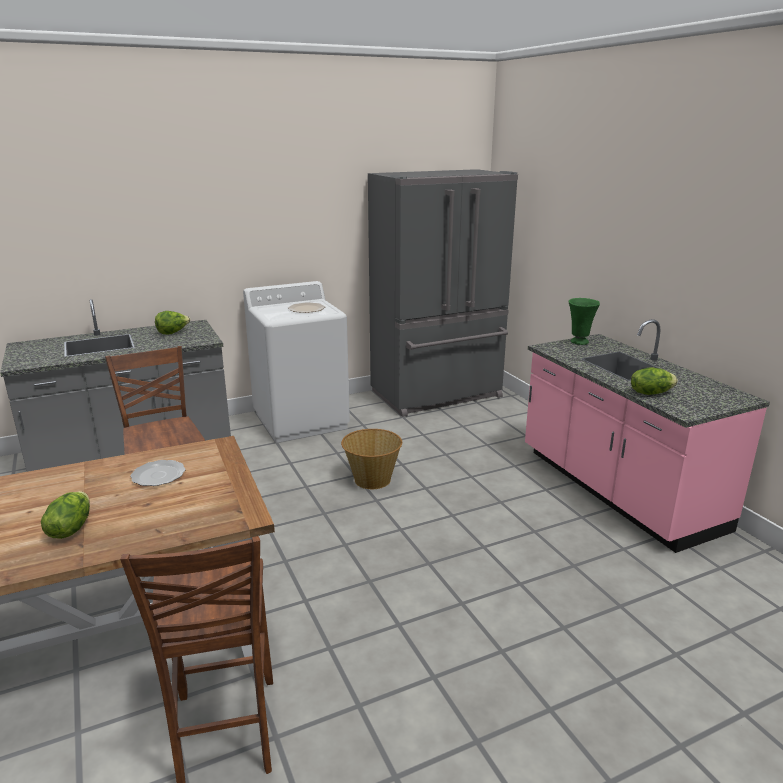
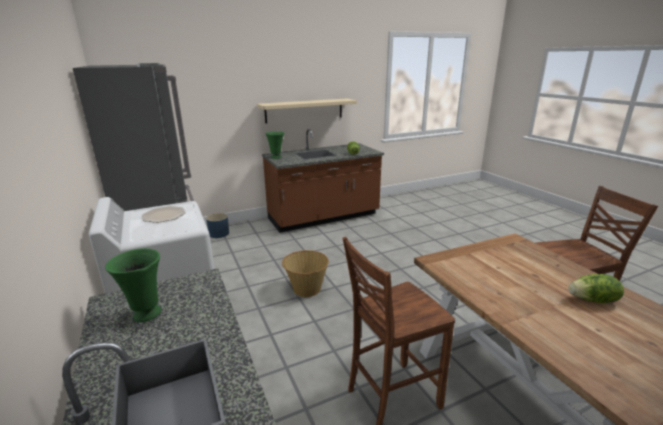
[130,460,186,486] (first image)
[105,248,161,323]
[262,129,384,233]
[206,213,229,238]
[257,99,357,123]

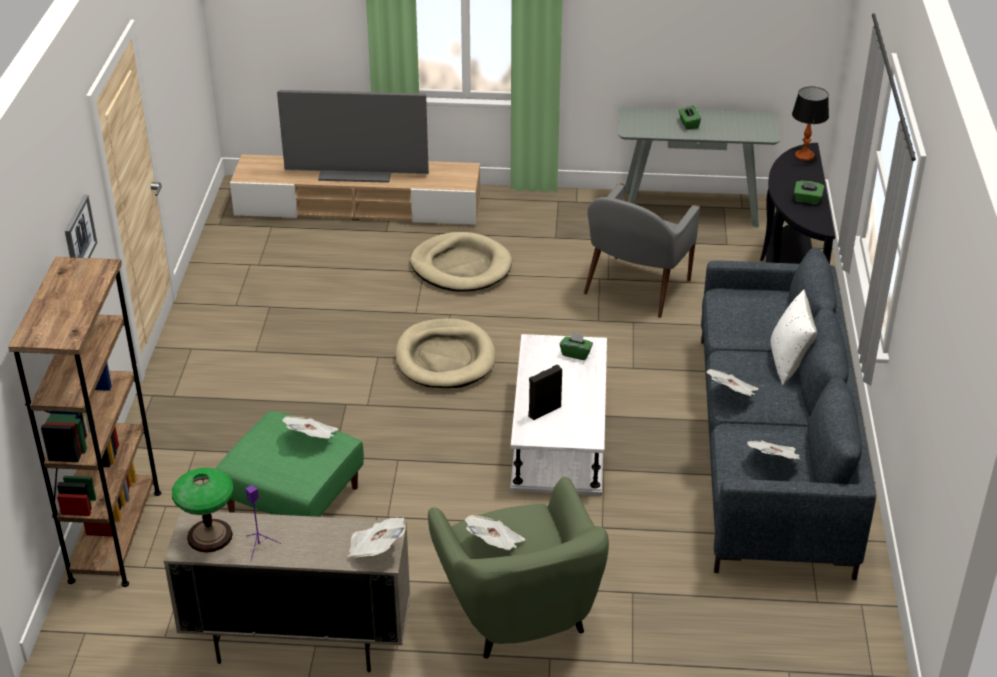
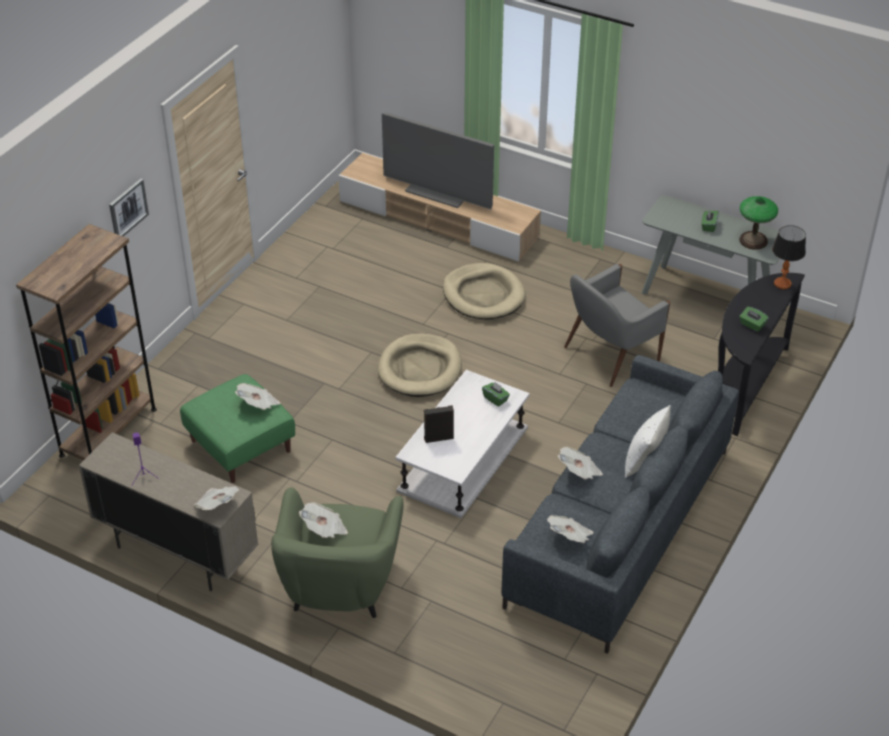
[739,196,778,250]

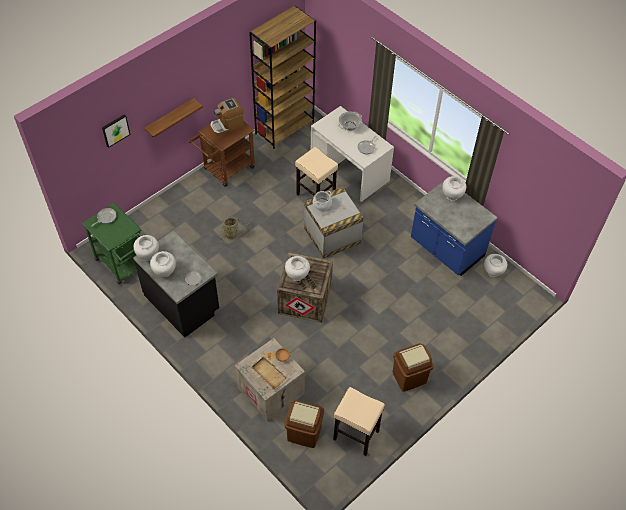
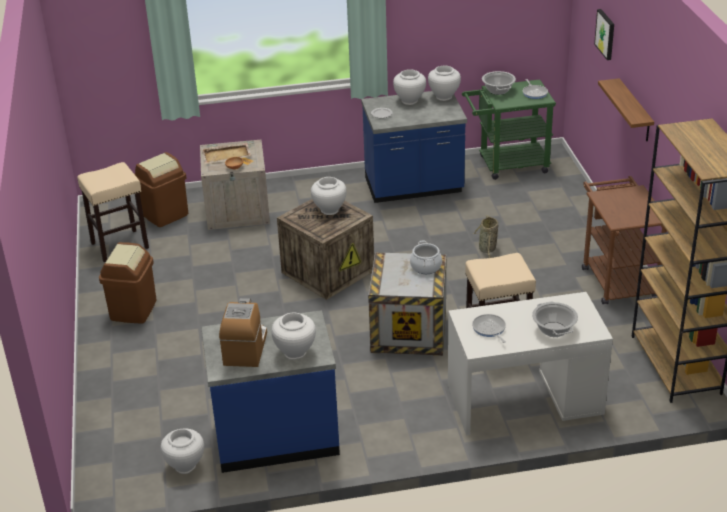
[361,91,467,203]
[219,298,267,367]
[482,71,516,95]

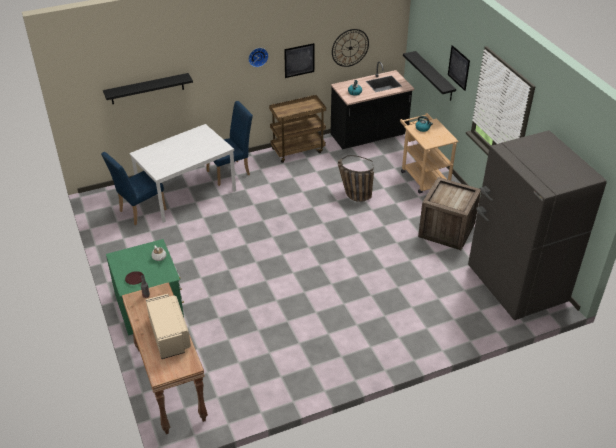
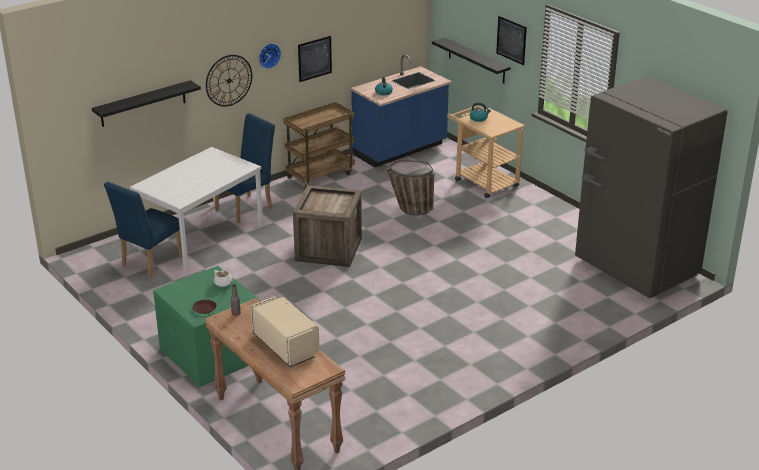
[351,55,452,168]
[206,55,252,107]
[293,185,362,267]

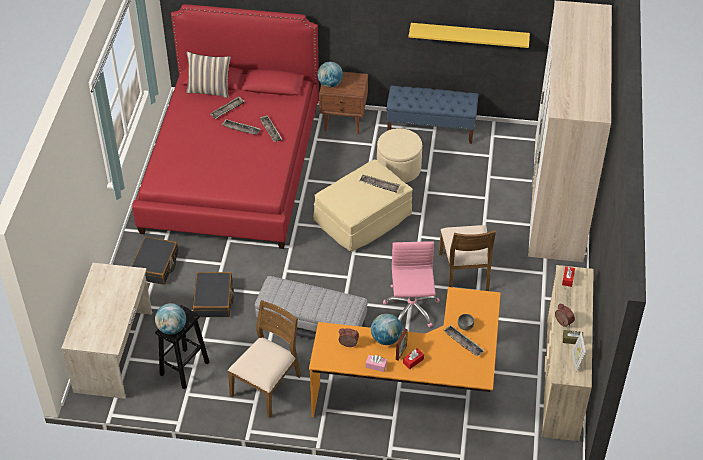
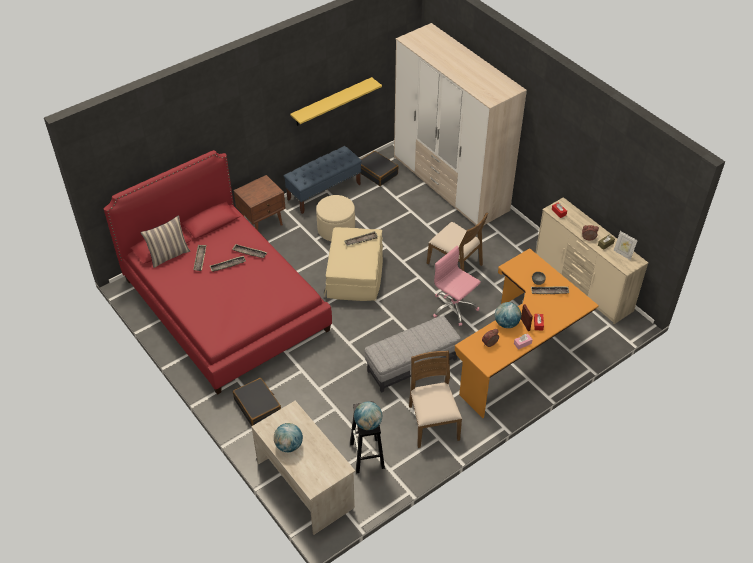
[360,151,399,186]
[274,423,303,452]

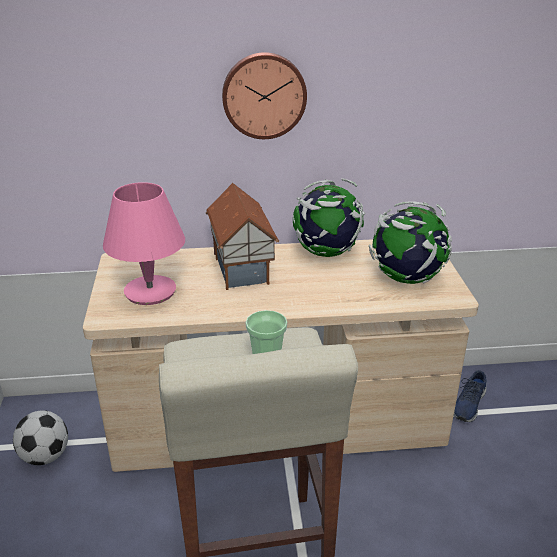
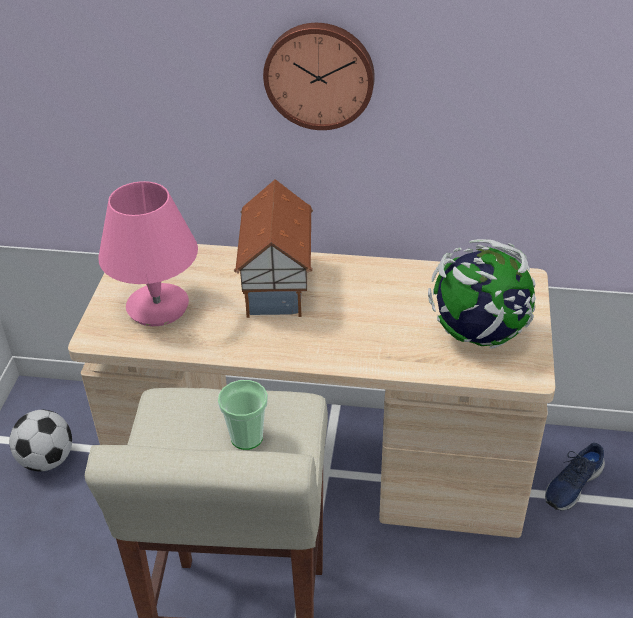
[293,178,365,257] (first image)

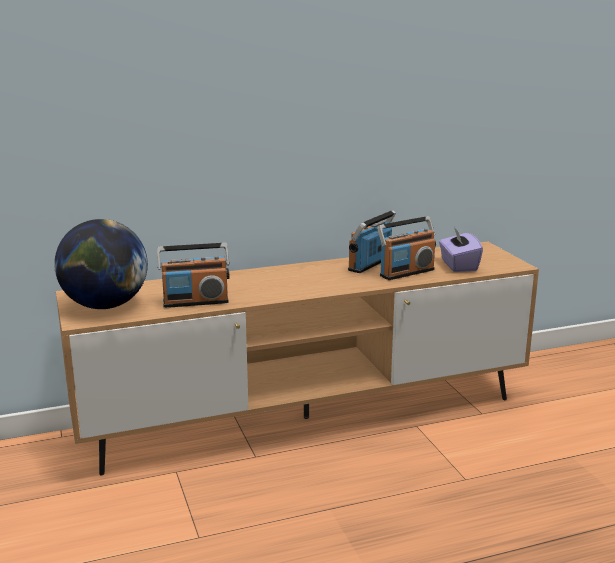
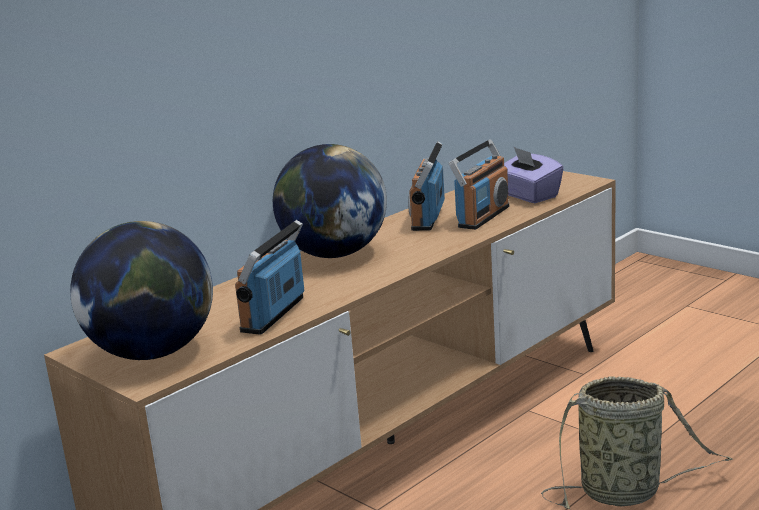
[235,220,304,334]
[273,144,387,258]
[541,376,733,509]

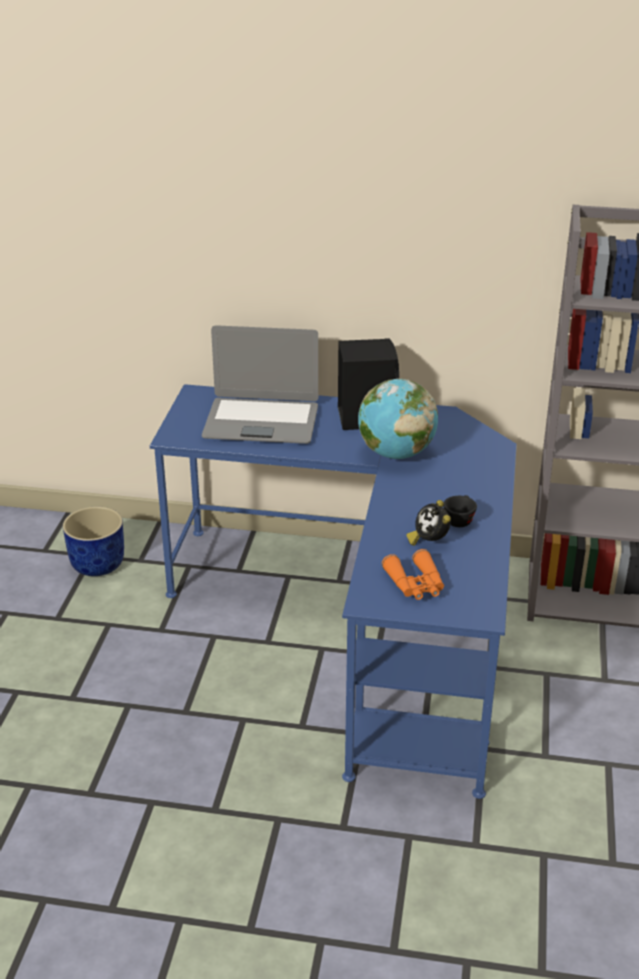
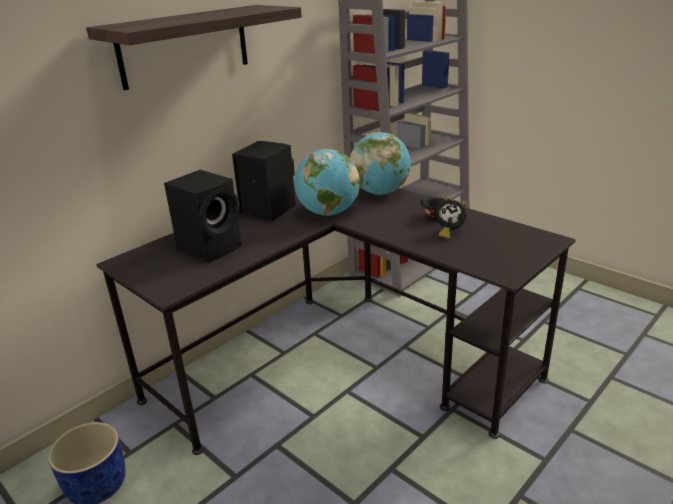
[96,187,576,455]
[164,170,241,263]
[382,549,444,600] (first image)
[86,5,302,91]
[350,132,411,195]

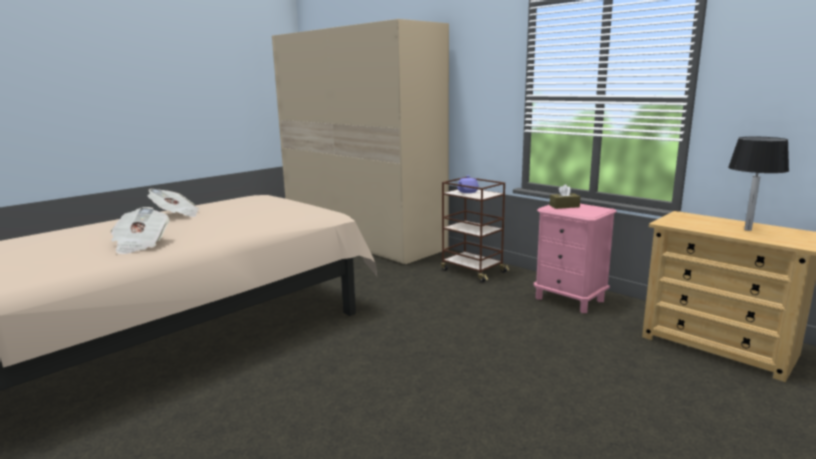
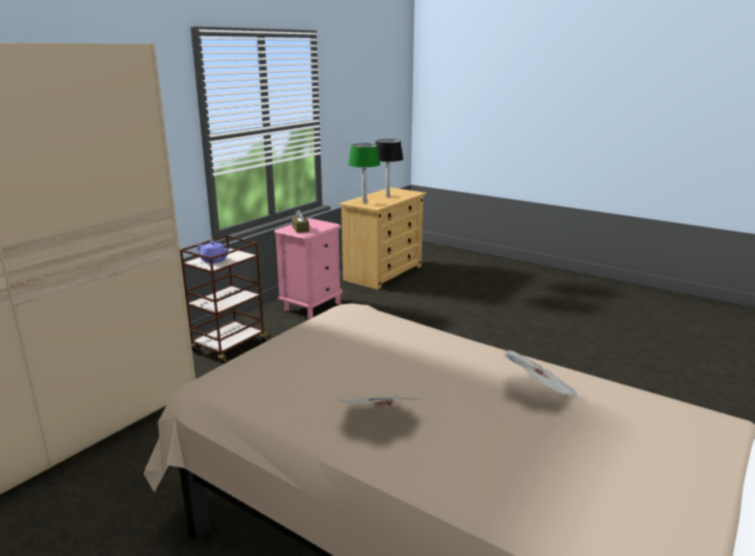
[348,143,380,204]

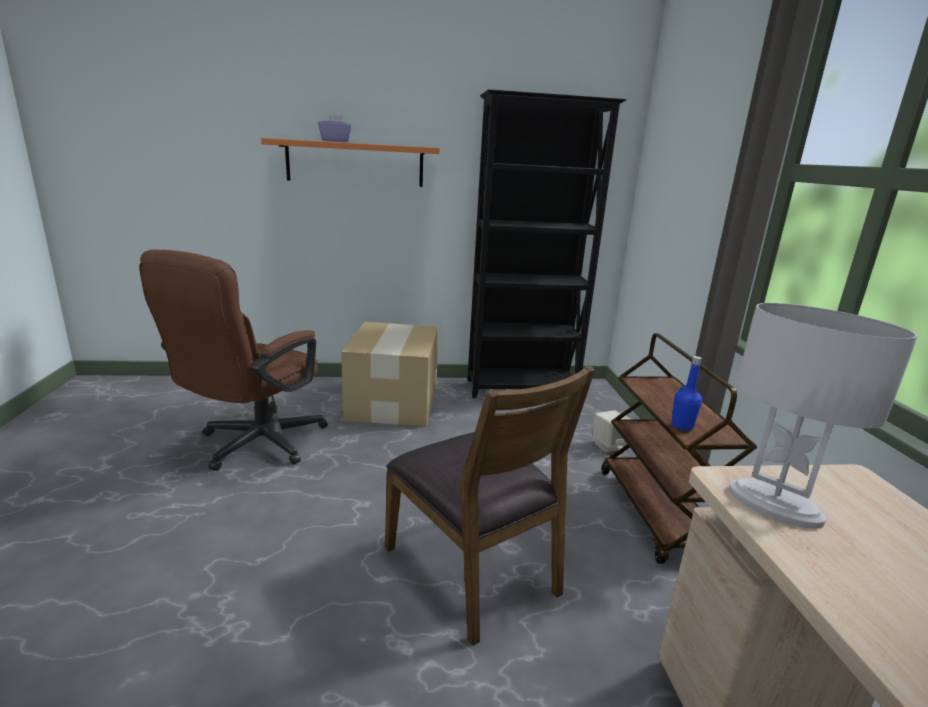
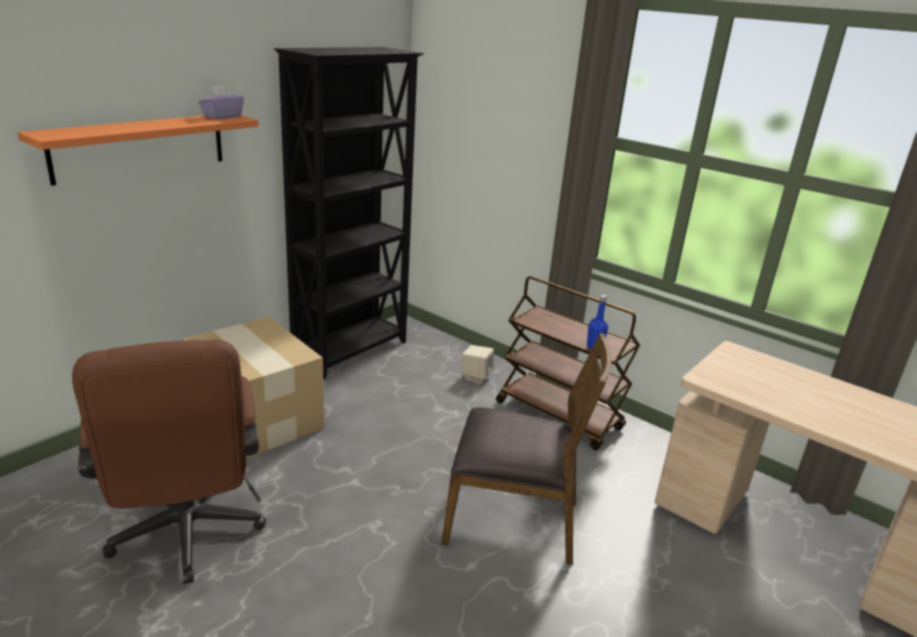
[199,85,244,119]
[729,303,917,529] (first image)

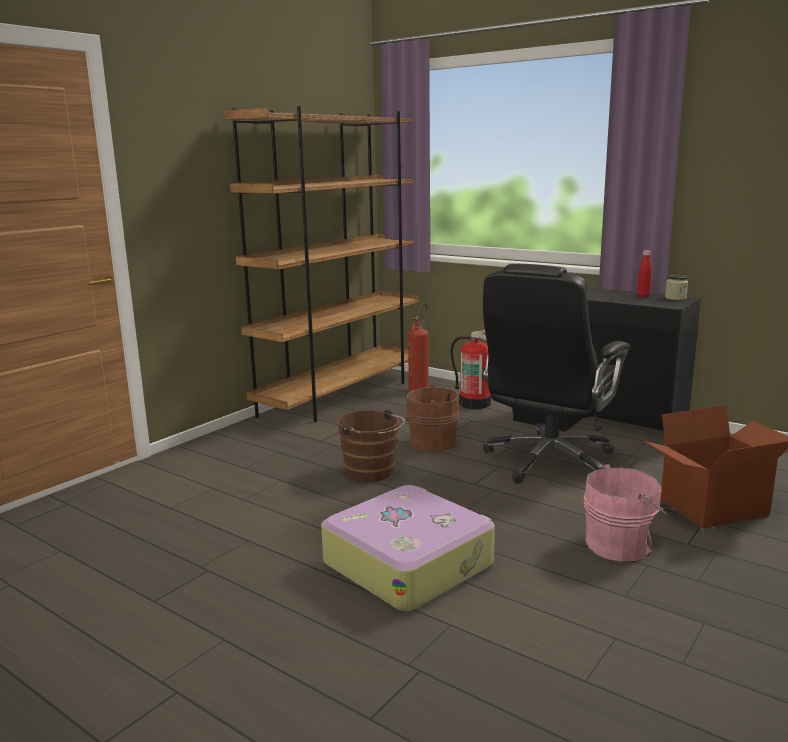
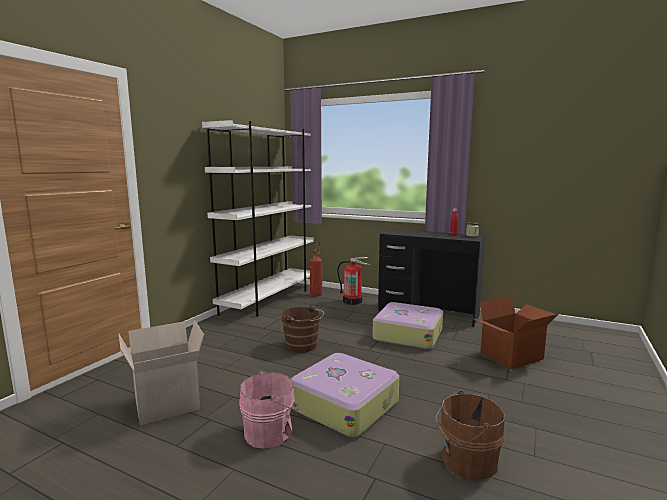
[202,120,314,317]
[435,391,505,480]
[372,302,443,349]
[239,370,298,449]
[118,320,204,425]

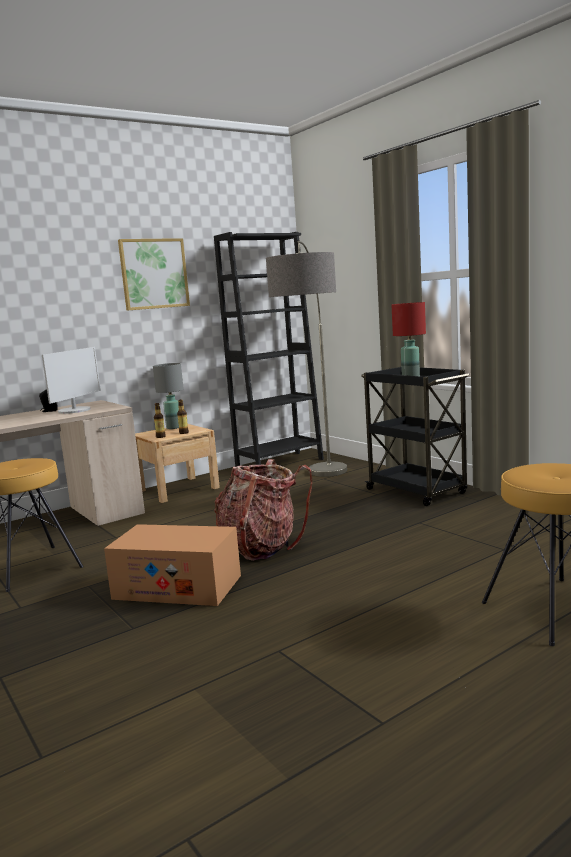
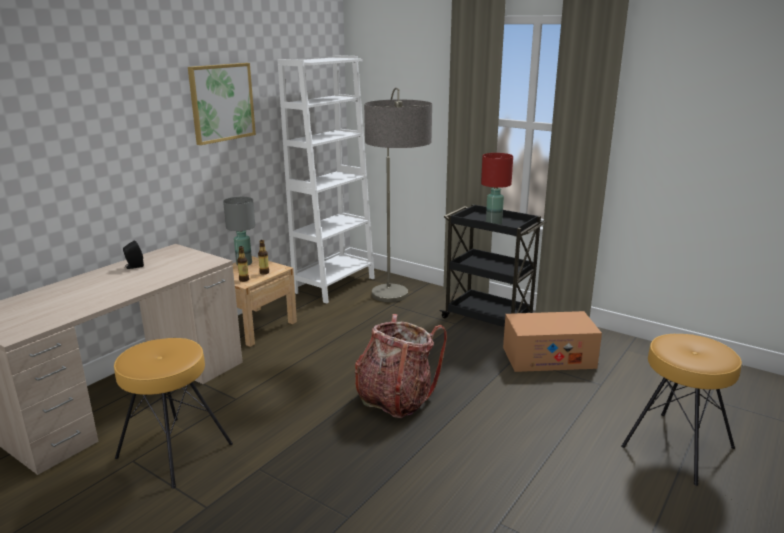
[42,347,101,414] (first image)
[503,311,602,372]
[277,55,375,303]

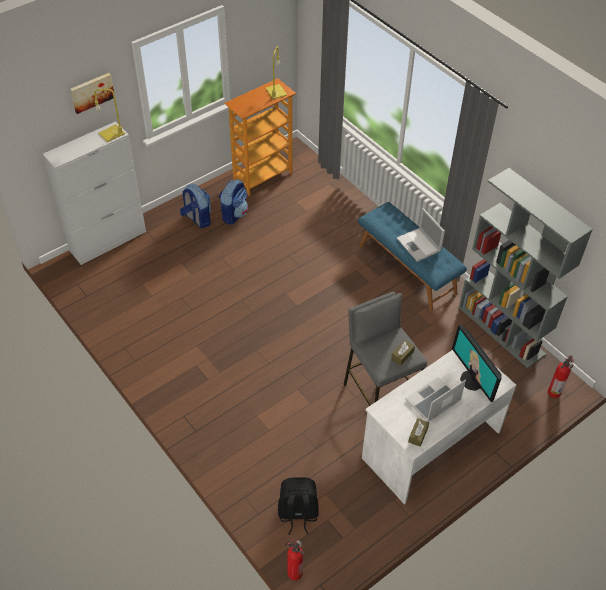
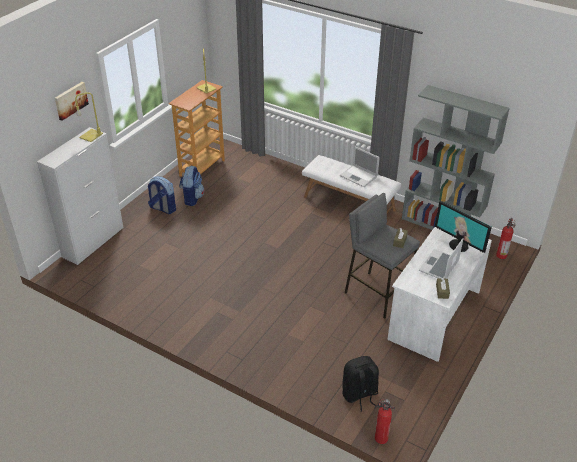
[302,155,402,213]

